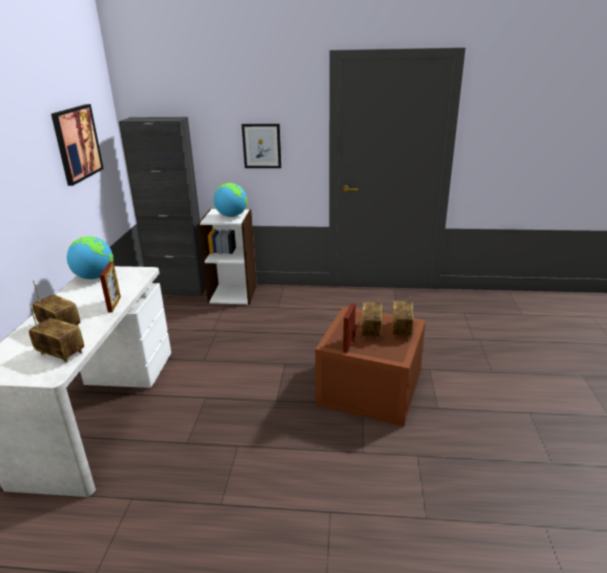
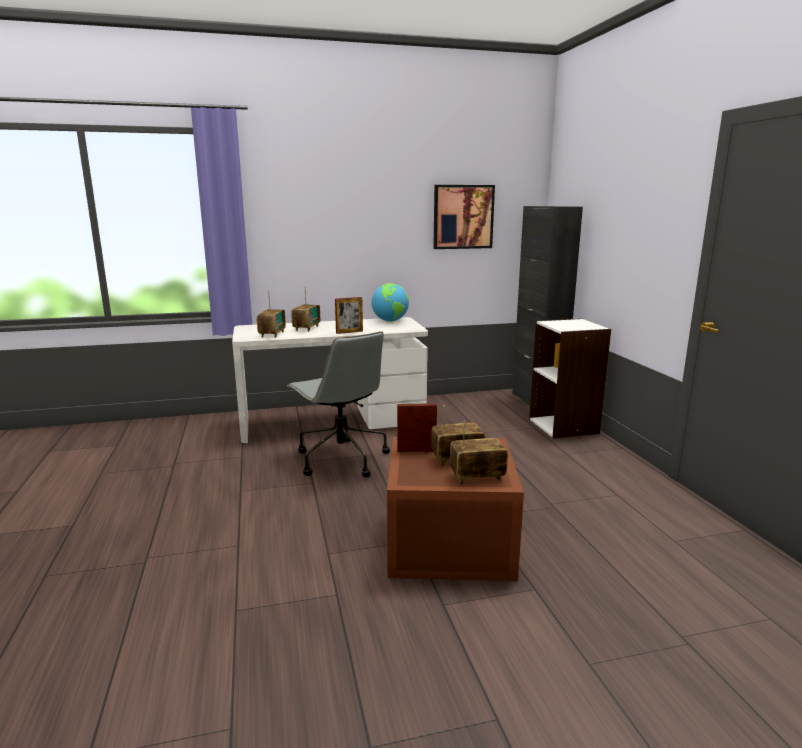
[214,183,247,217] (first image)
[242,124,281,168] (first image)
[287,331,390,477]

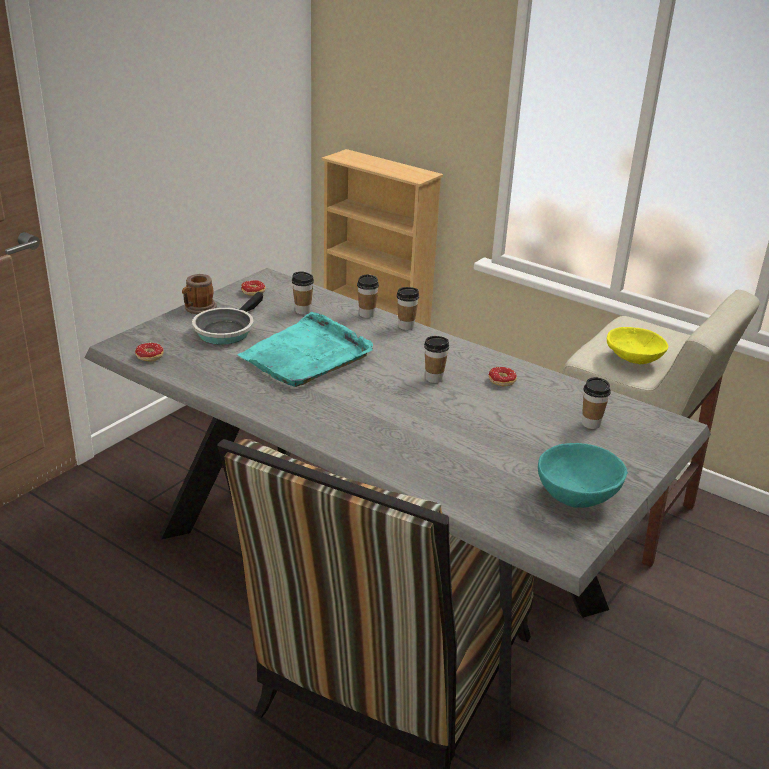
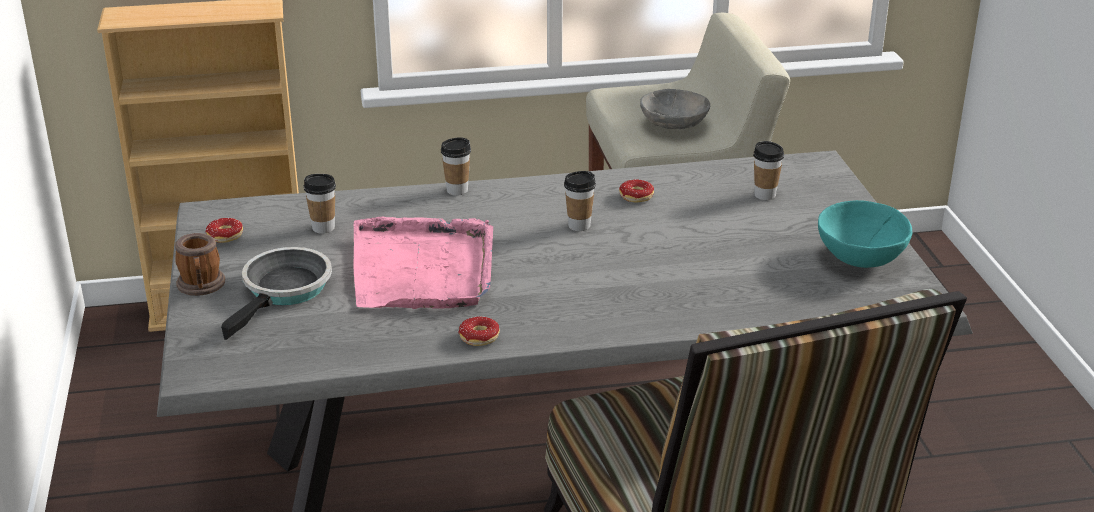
[458,316,500,346]
[221,247,332,340]
[353,217,493,309]
[357,274,379,318] (first image)
[640,89,710,129]

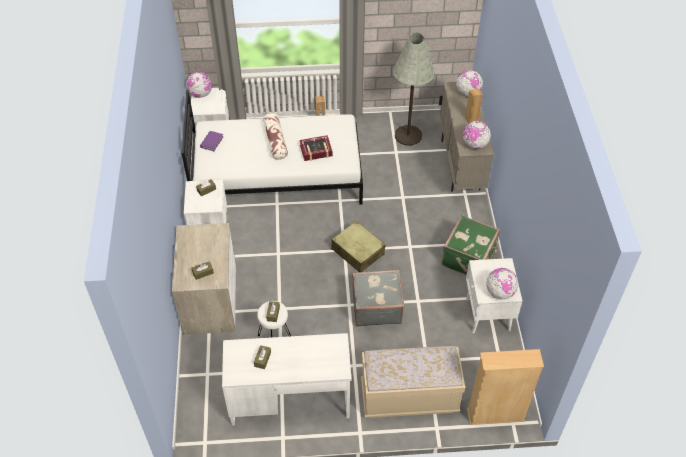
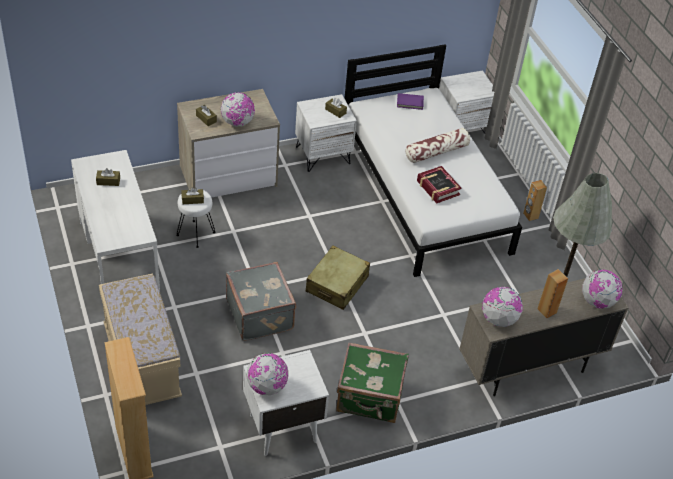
[221,92,255,127]

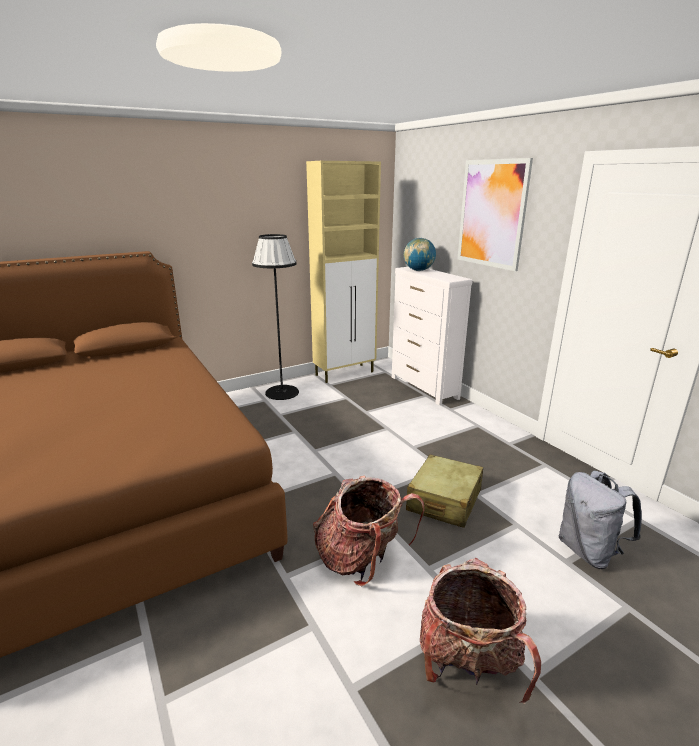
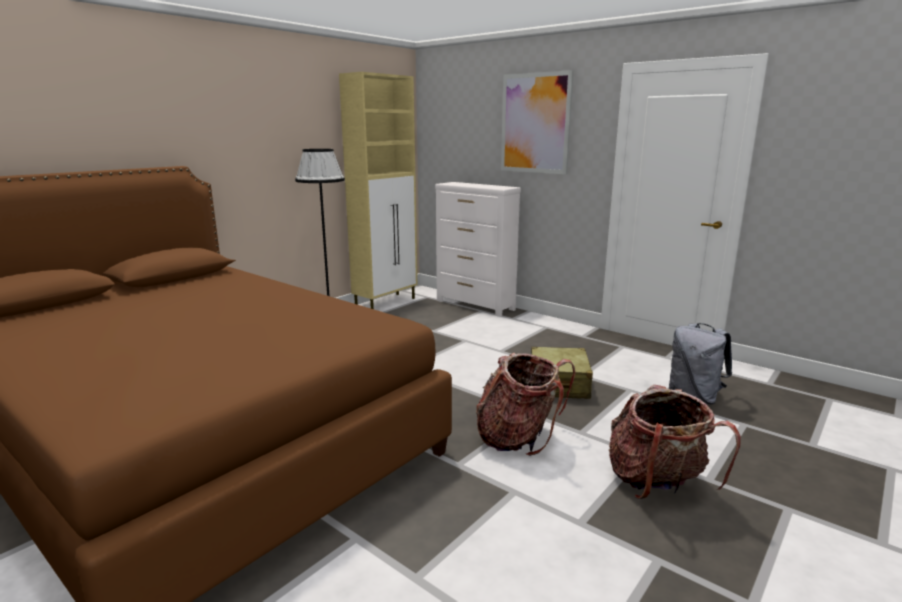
[404,238,436,271] (first image)

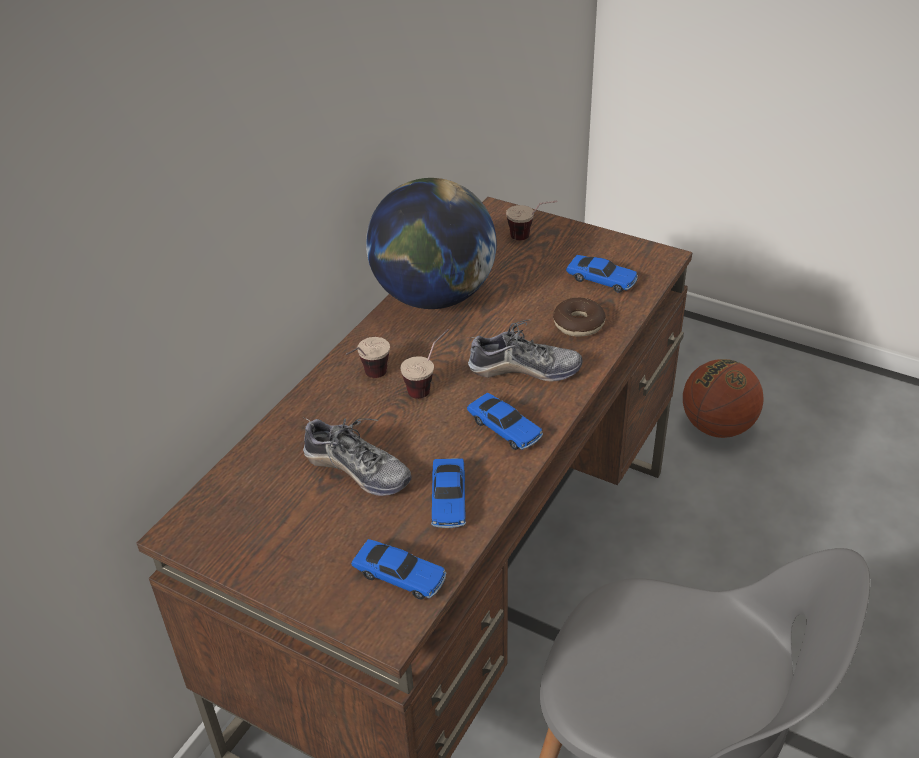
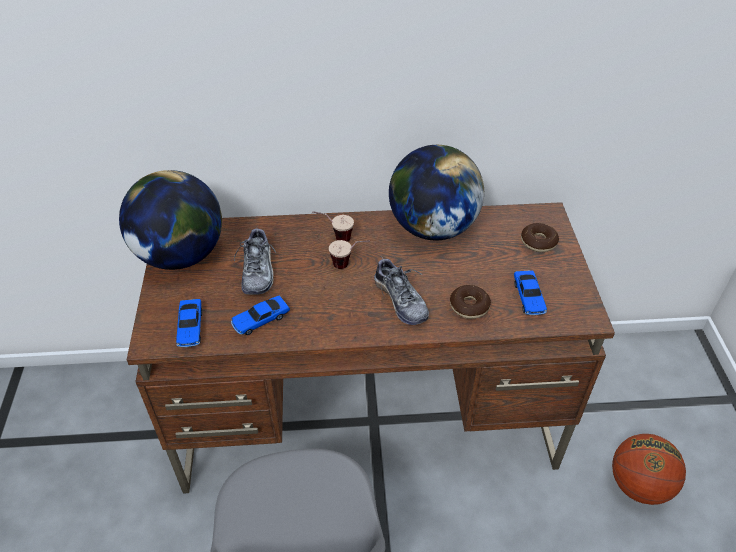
[467,393,543,450] (first image)
[521,223,559,252]
[119,170,222,270]

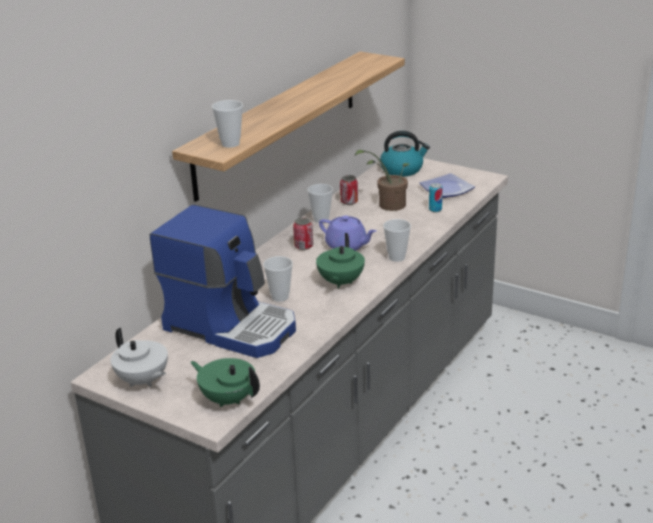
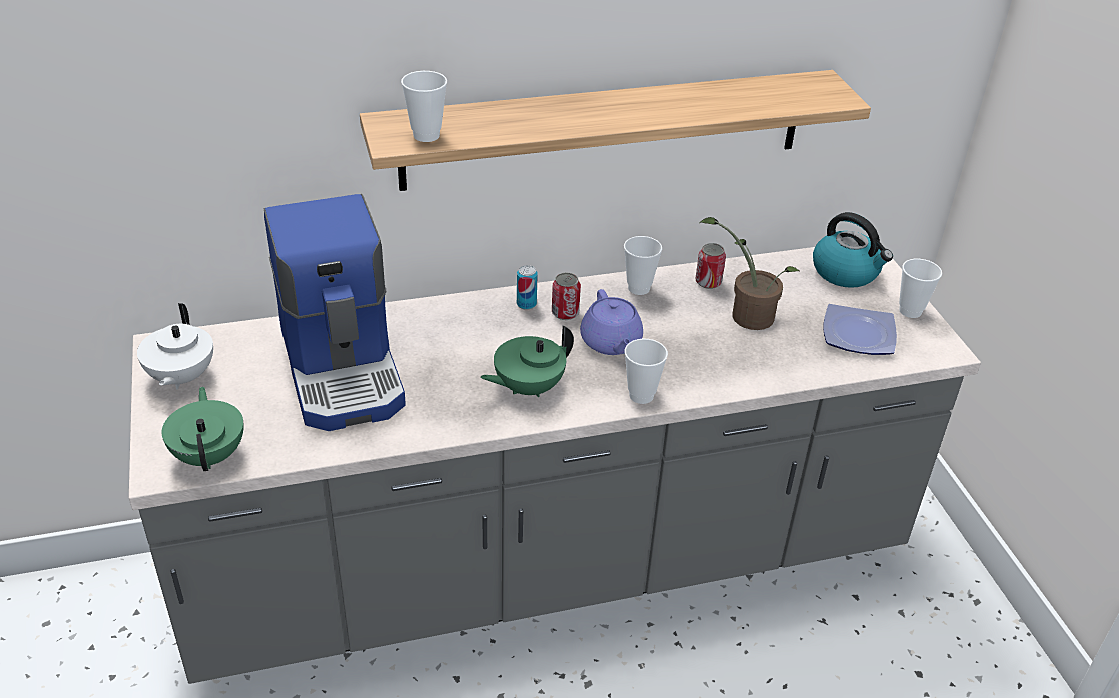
[899,259,942,318]
[517,265,538,310]

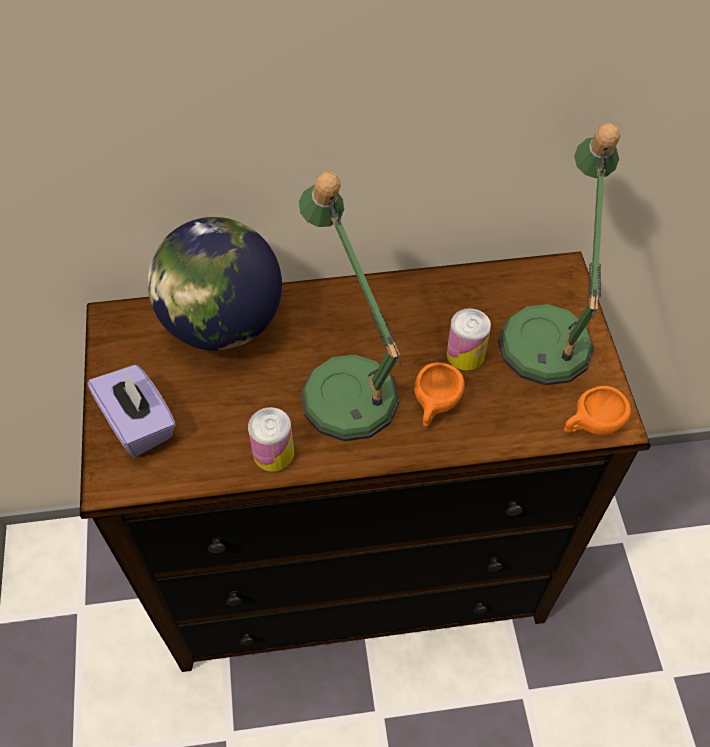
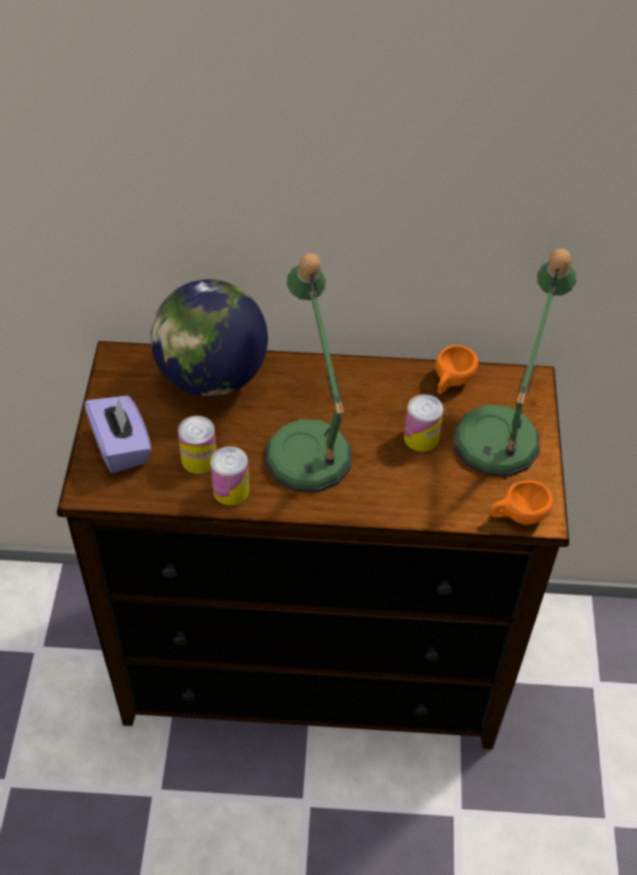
[435,345,479,394]
[178,416,216,474]

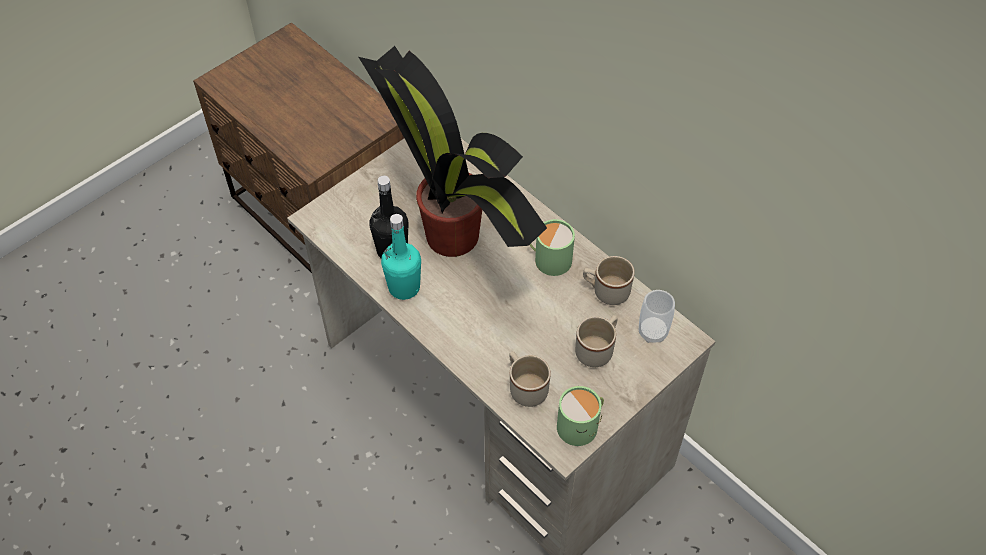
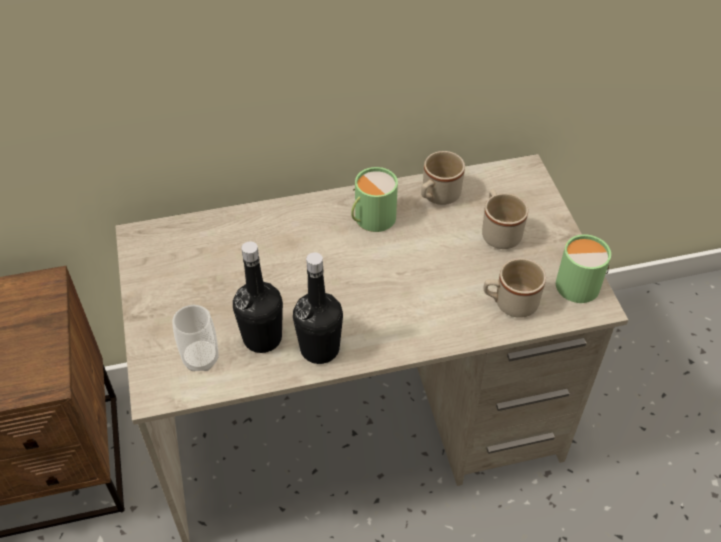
[358,46,547,257] (first image)
[293,252,343,364]
[172,305,219,371]

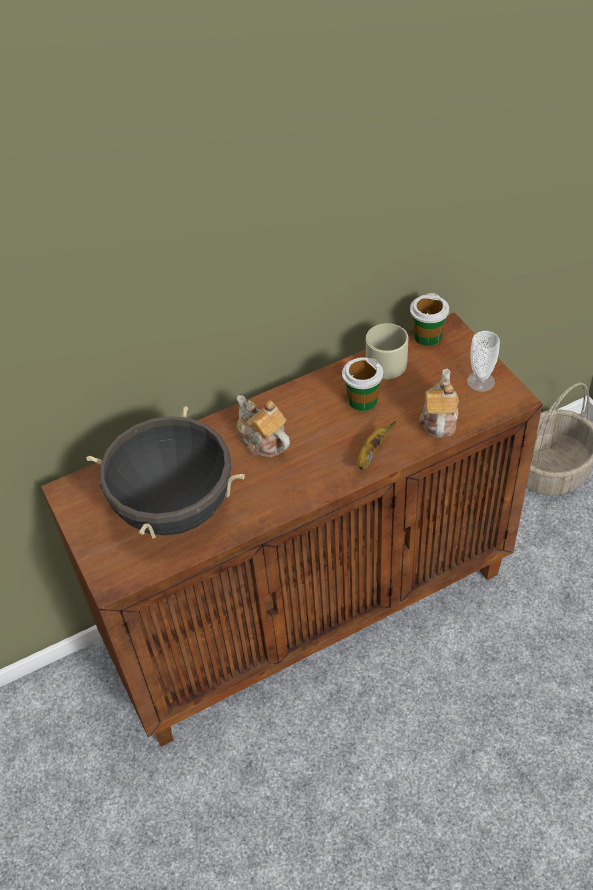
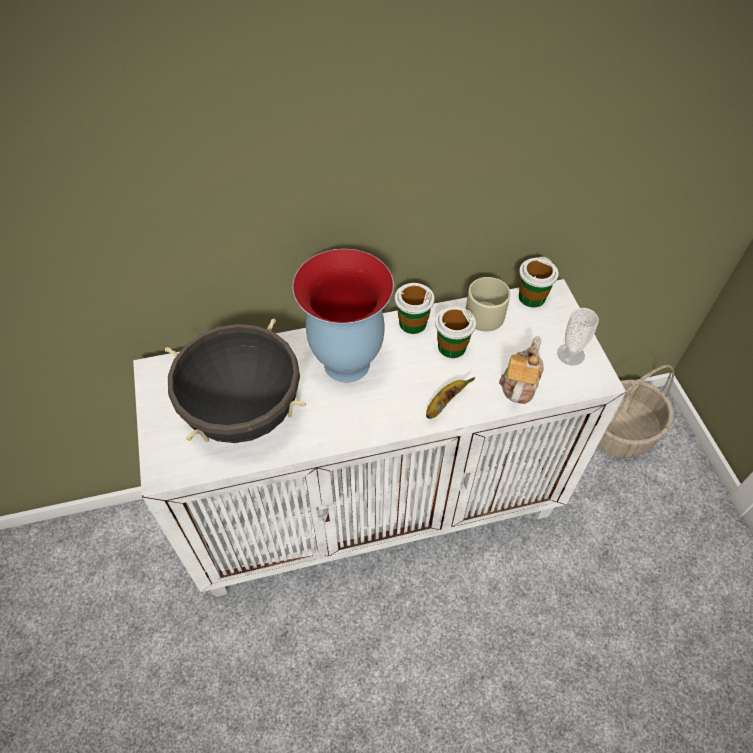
[133,279,626,597]
[293,249,394,383]
[395,283,434,334]

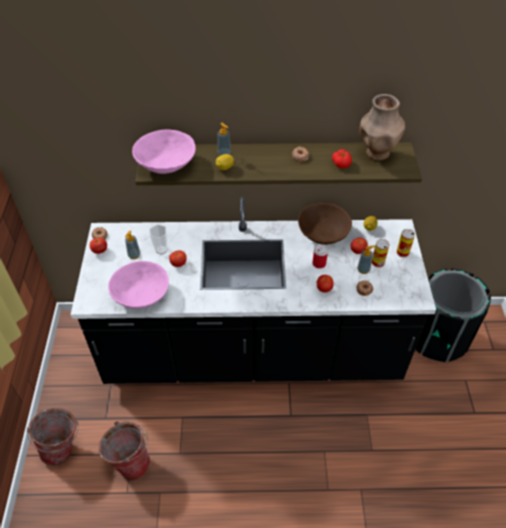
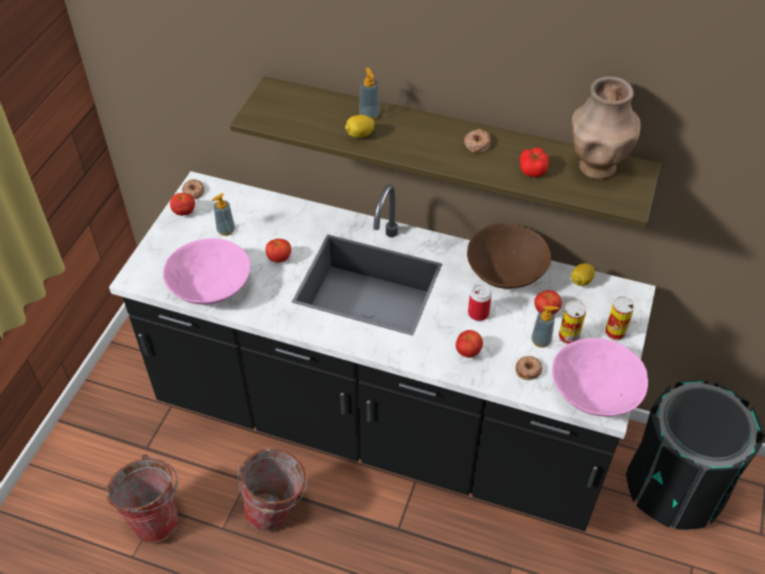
[237,449,308,531]
[552,338,648,417]
[149,225,167,255] (first image)

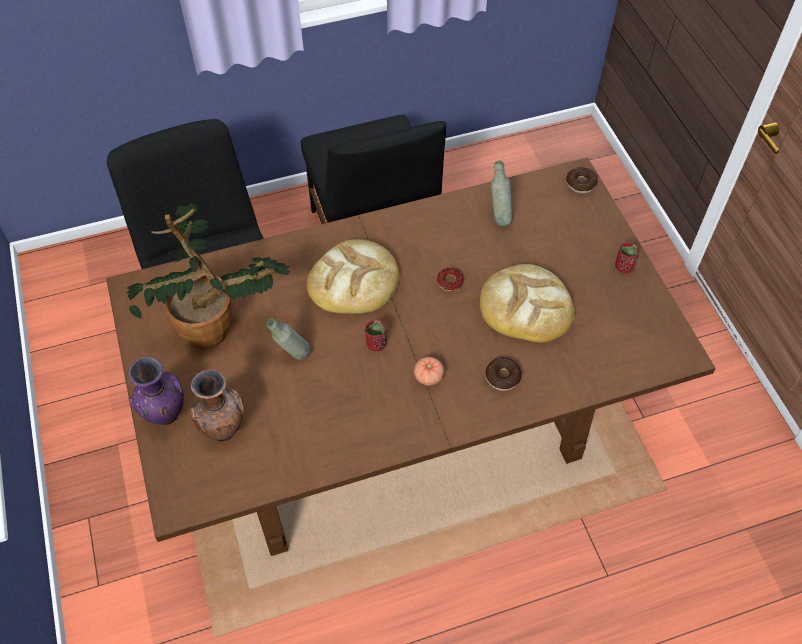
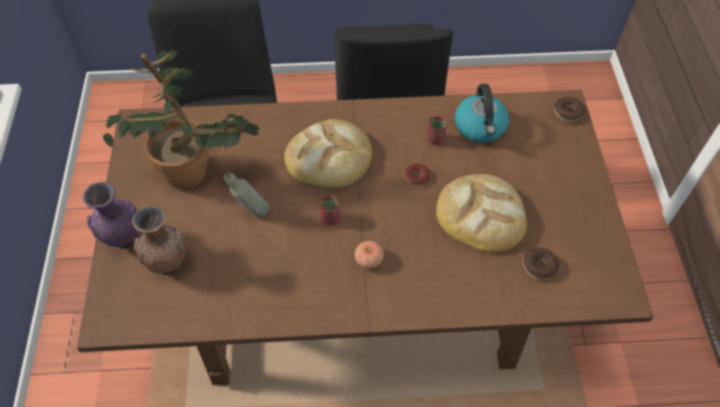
[523,248,559,280]
[455,84,509,143]
[427,116,447,145]

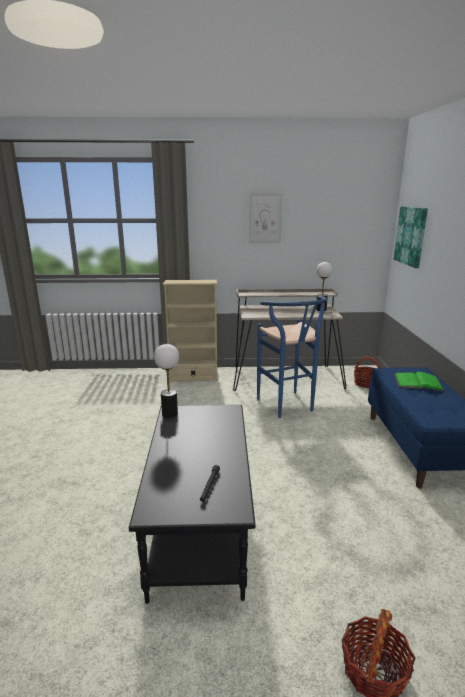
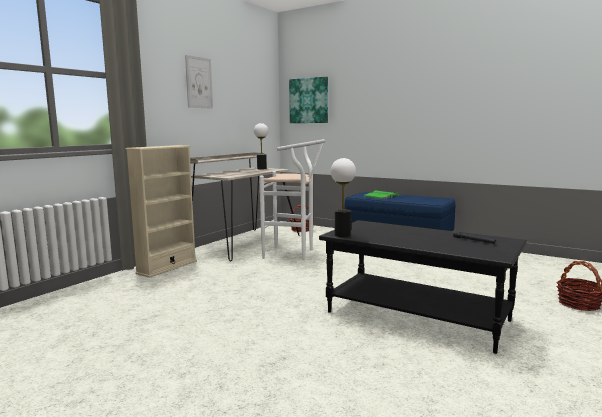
[259,139,325,260]

